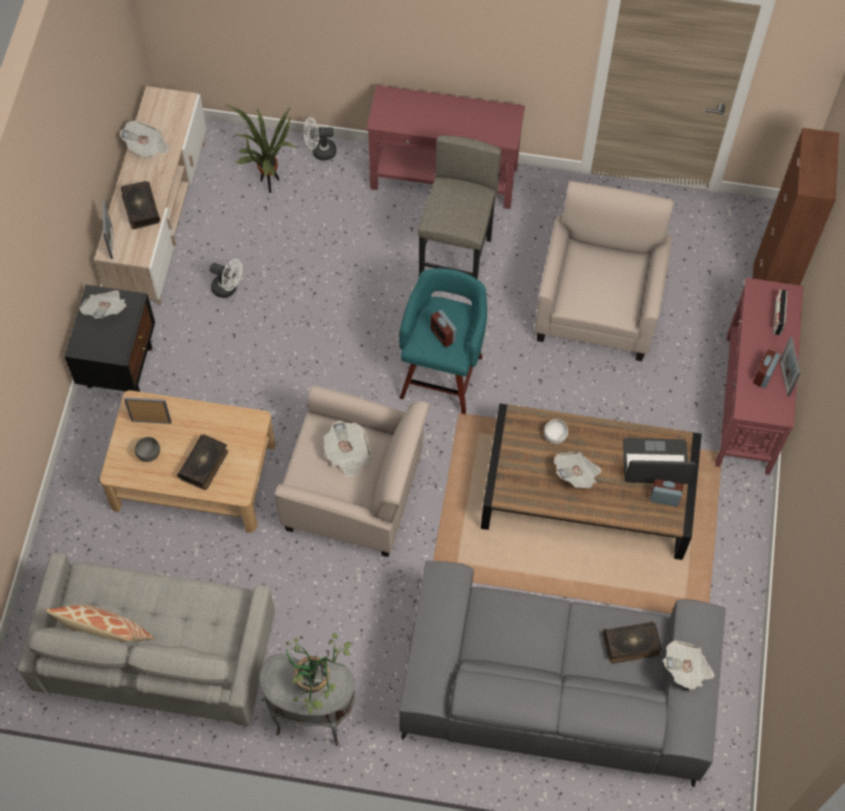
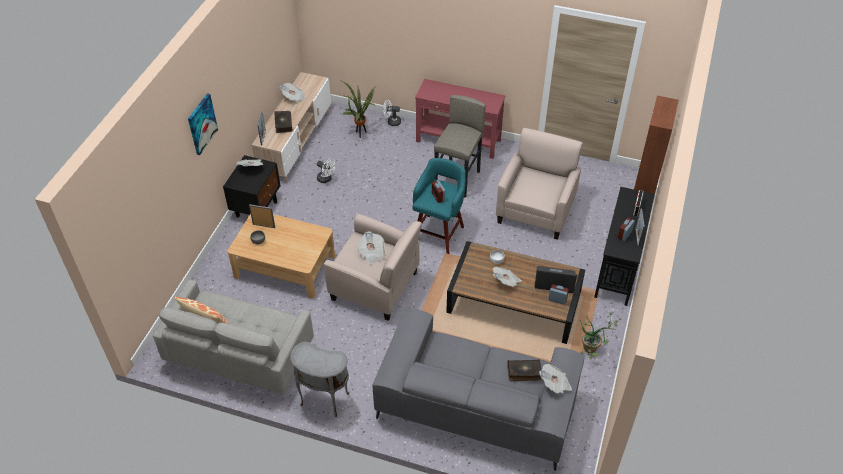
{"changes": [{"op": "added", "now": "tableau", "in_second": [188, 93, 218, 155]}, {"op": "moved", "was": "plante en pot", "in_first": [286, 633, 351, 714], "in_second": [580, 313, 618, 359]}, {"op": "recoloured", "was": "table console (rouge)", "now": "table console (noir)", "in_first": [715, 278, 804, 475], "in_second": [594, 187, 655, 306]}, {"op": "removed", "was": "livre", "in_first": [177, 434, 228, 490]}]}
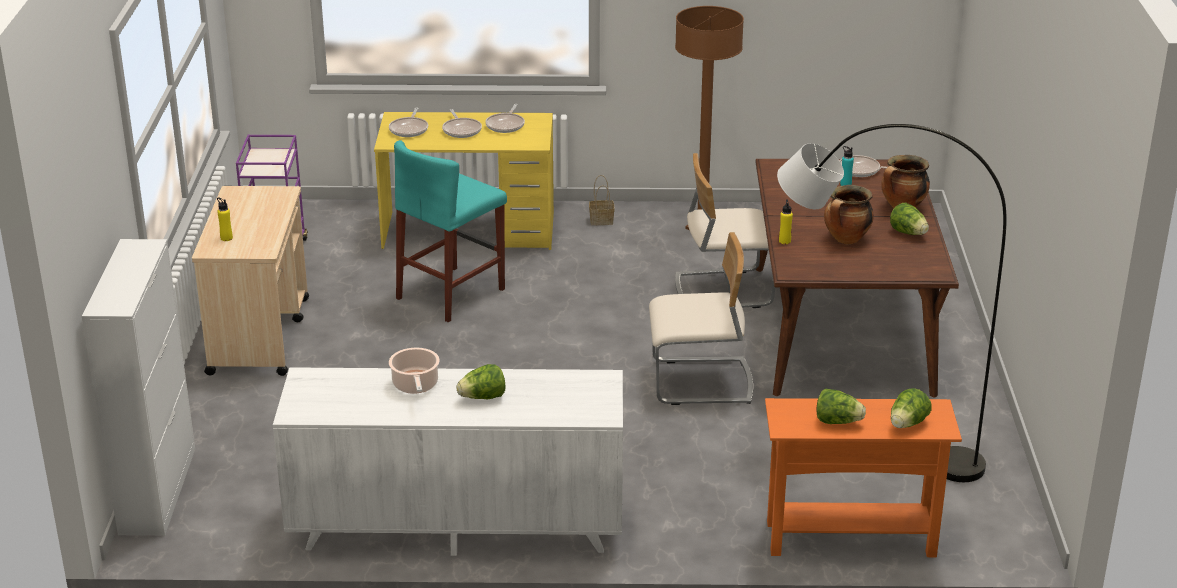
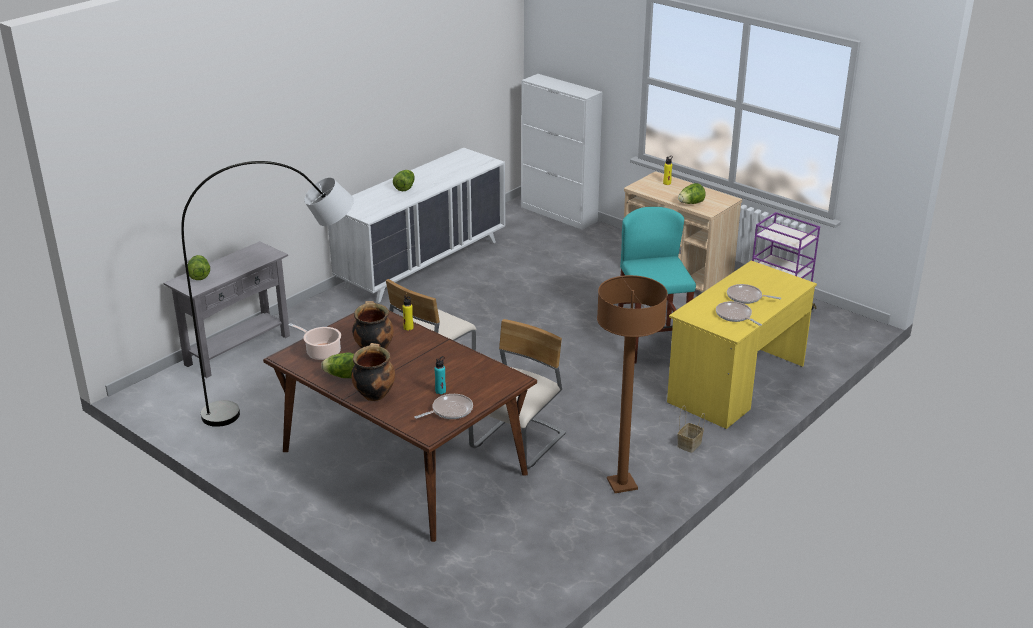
{"changes": [{"op": "recoloured", "was": "table console (orange)", "now": "table console (gris)", "in_first": [765, 398, 962, 557], "in_second": [163, 241, 290, 378]}, {"op": "moved", "was": "marmite", "in_first": [389, 348, 440, 394], "in_second": [288, 323, 341, 360]}, {"op": "moved", "was": "laitue", "in_first": [816, 389, 866, 424], "in_second": [678, 183, 706, 204]}, {"op": "removed", "was": "poêle", "in_first": [389, 107, 428, 137]}]}
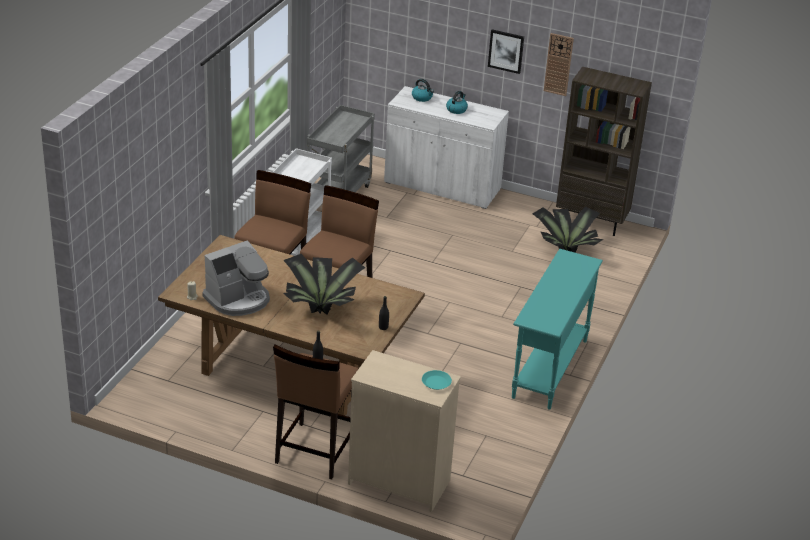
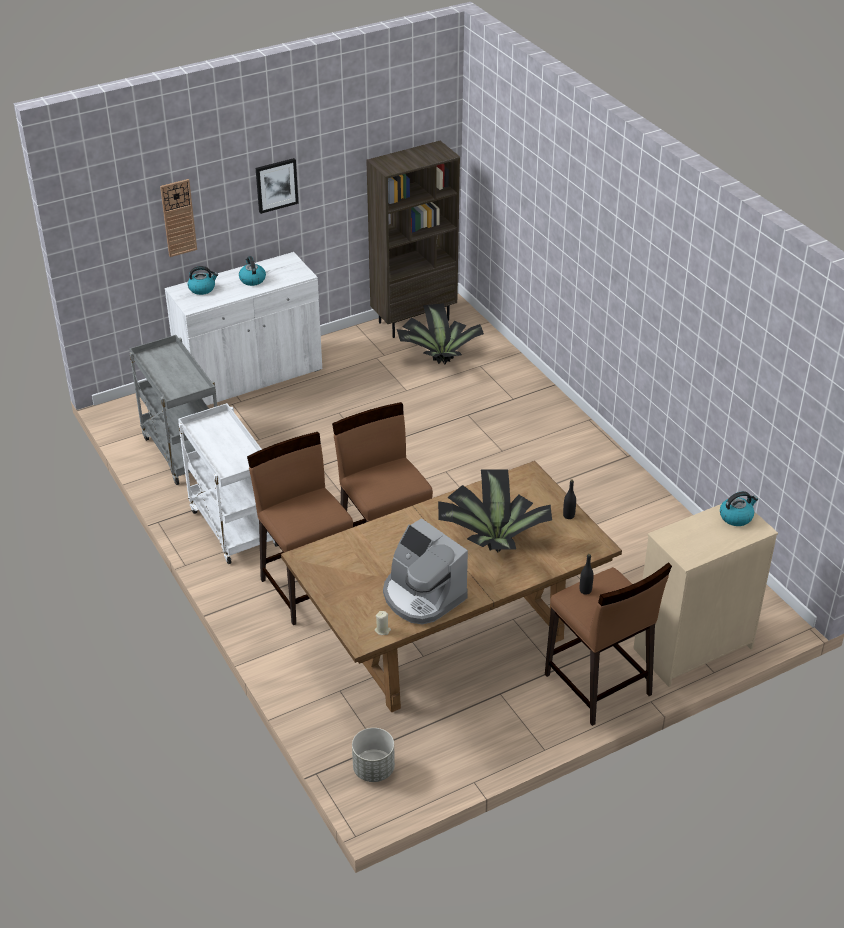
{"changes": [{"op": "moved", "was": "horloge murale", "in_first": [544, 33, 574, 96], "in_second": [160, 179, 197, 257]}, {"op": "added", "now": "cache-pot (gris)", "in_second": [352, 728, 395, 782]}, {"op": "turned", "was": "machine à café", "in_first": [202, 240, 270, 316], "in_second": [383, 518, 468, 625], "clockwise": 135}, {"op": "replaced", "was": "assiette (turquoise)", "now": "bouilloire", "in_first": [422, 370, 452, 390], "in_second": [720, 491, 758, 526]}, {"op": "removed", "was": "table console (turquoise)", "in_first": [512, 249, 603, 410]}]}
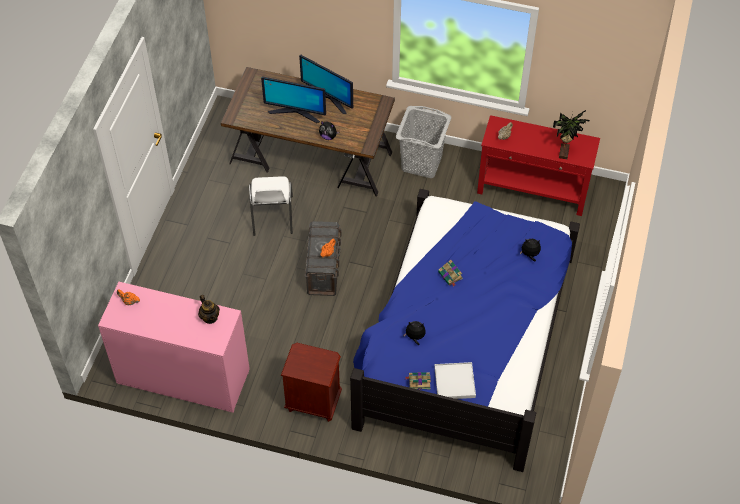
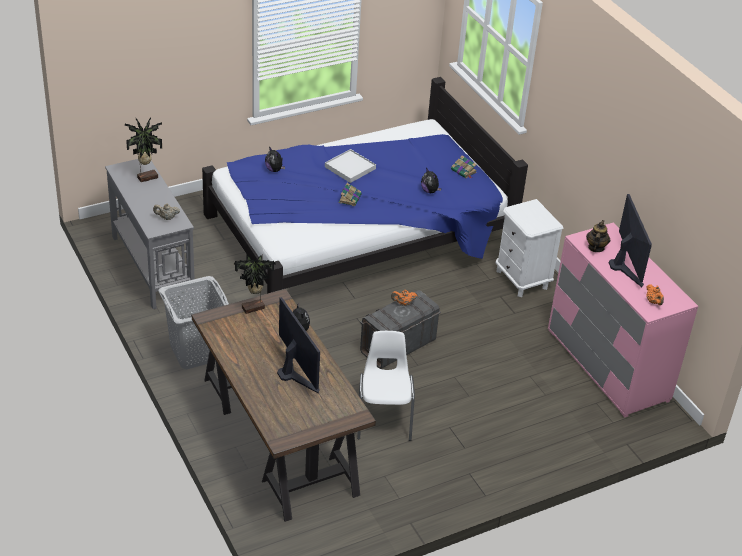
{"changes": [{"op": "recoloured", "was": "table console (rouge)", "now": "table console (gris)", "in_first": [477, 115, 600, 216], "in_second": [105, 159, 195, 309]}, {"op": "added", "now": "plante en pot", "in_second": [234, 254, 276, 314]}, {"op": "moved", "was": "plateau (blanc)", "in_first": [434, 362, 476, 399], "in_second": [325, 149, 376, 183]}, {"op": "turned", "was": "chaise (blanc)", "in_first": [249, 176, 293, 236], "in_second": [357, 331, 415, 441], "clockwise": -45}, {"op": "recoloured", "was": "table de chevet (marron)", "now": "table de chevet (blanc)", "in_first": [281, 343, 342, 422], "in_second": [496, 199, 564, 297]}, {"op": "moved", "was": "écran d'ordinateur", "in_first": [299, 54, 353, 114], "in_second": [609, 194, 652, 287]}]}
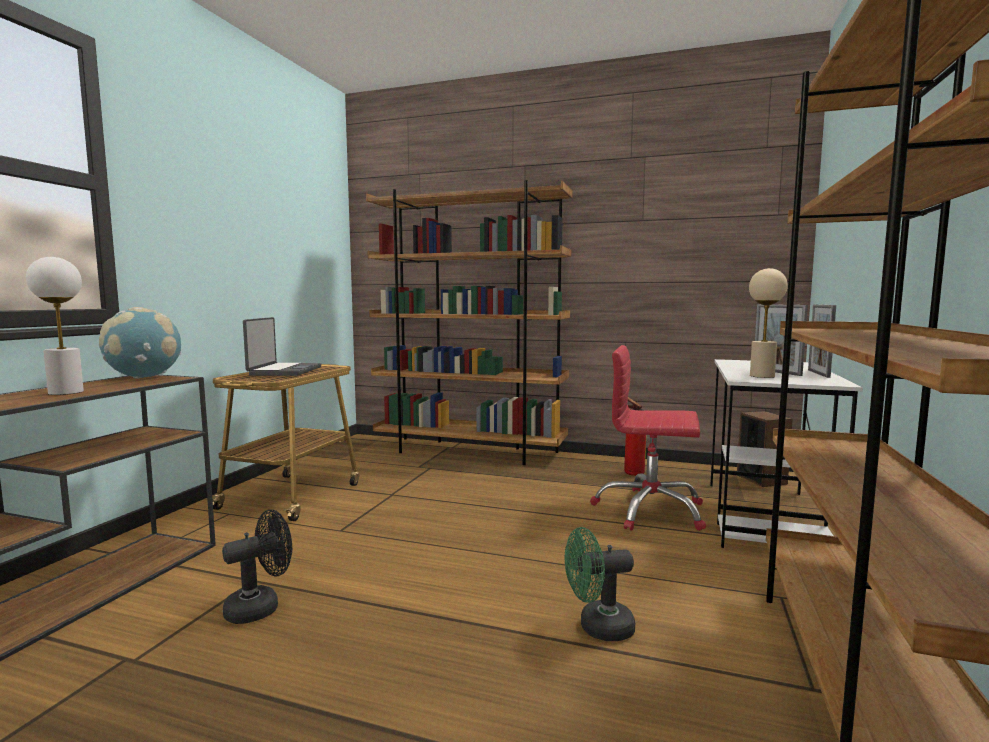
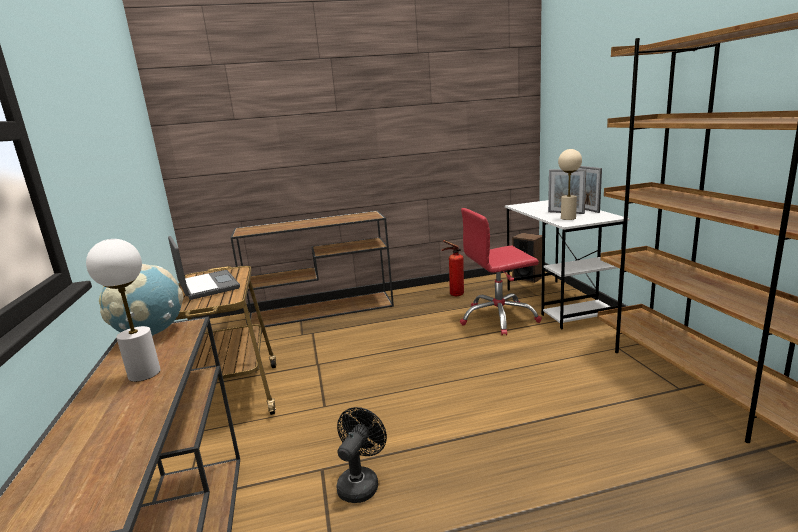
{"changes": [{"op": "replaced", "was": "bibliothèque (marron)", "now": "table console (marron)", "in_first": [366, 180, 572, 465], "in_second": [230, 211, 394, 327]}, {"op": "removed", "was": "ventilateur (vert)", "in_first": [565, 527, 635, 641]}]}
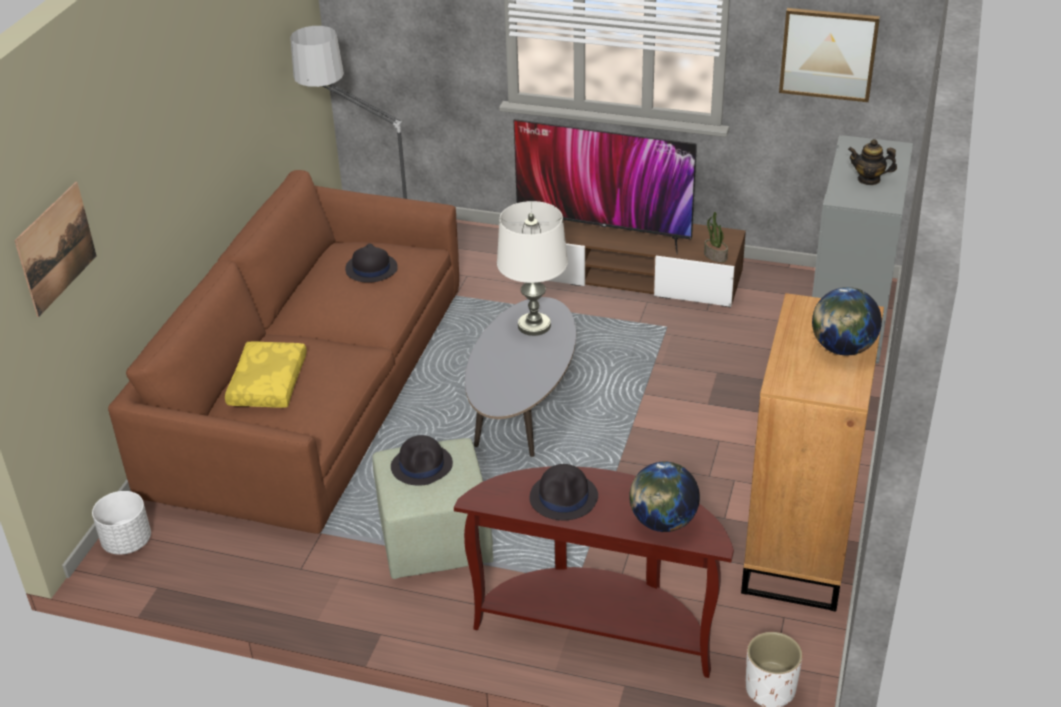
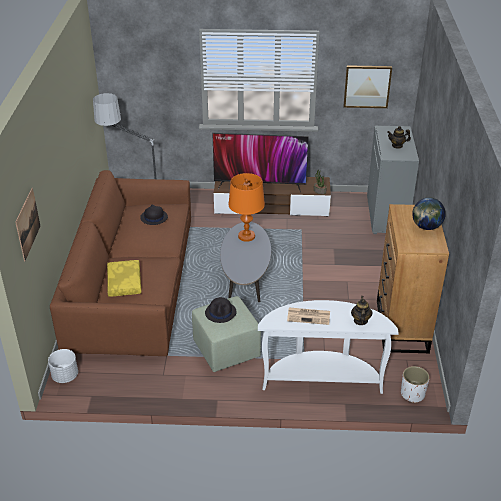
{"changes": [{"op": "recoloured", "was": "lampe de table (blanc)", "now": "lampe de table (orange)", "in_first": [497, 201, 568, 336], "in_second": [229, 173, 265, 242]}, {"op": "recoloured", "was": "table console (marron)", "now": "table console (blanc)", "in_first": [454, 466, 734, 678], "in_second": [258, 300, 399, 394]}, {"op": "replaced", "was": "chapeau (noir)", "now": "journal", "in_first": [530, 464, 598, 520], "in_second": [287, 307, 330, 325]}, {"op": "replaced", "was": "globe", "now": "théière", "in_first": [629, 461, 700, 532], "in_second": [351, 296, 373, 325]}]}
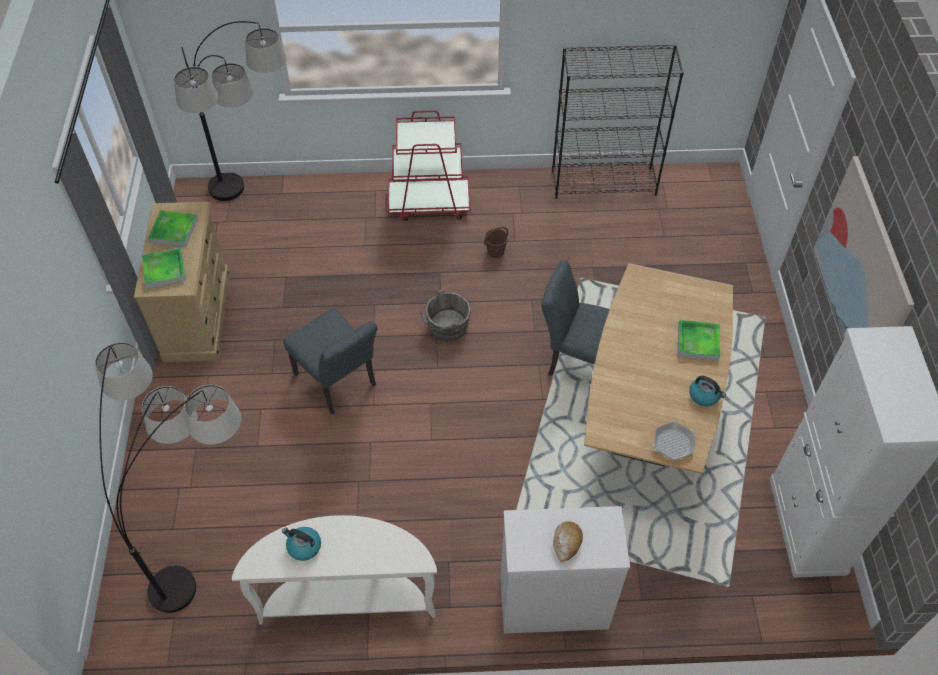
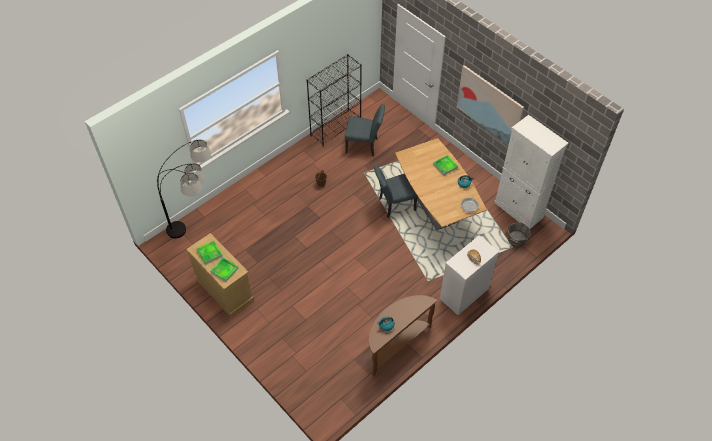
{"changes": [{"op": "moved", "was": "chaise (gris)", "in_first": [283, 308, 377, 414], "in_second": [345, 104, 385, 156]}, {"op": "recoloured", "was": "table console (blanc)", "now": "table console (marron)", "in_first": [232, 515, 437, 625], "in_second": [369, 295, 437, 376]}, {"op": "moved", "was": "seau (gris)", "in_first": [420, 290, 471, 341], "in_second": [506, 222, 531, 247]}, {"op": "removed", "was": "lampadaire", "in_first": [95, 342, 241, 613]}, {"op": "removed", "was": "chariot (rouge)", "in_first": [388, 110, 471, 221]}]}
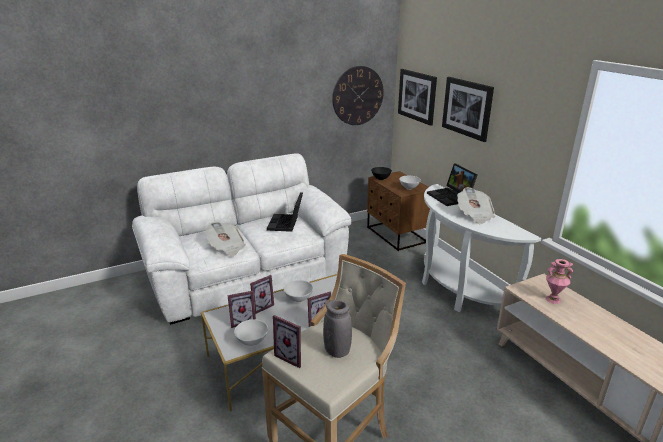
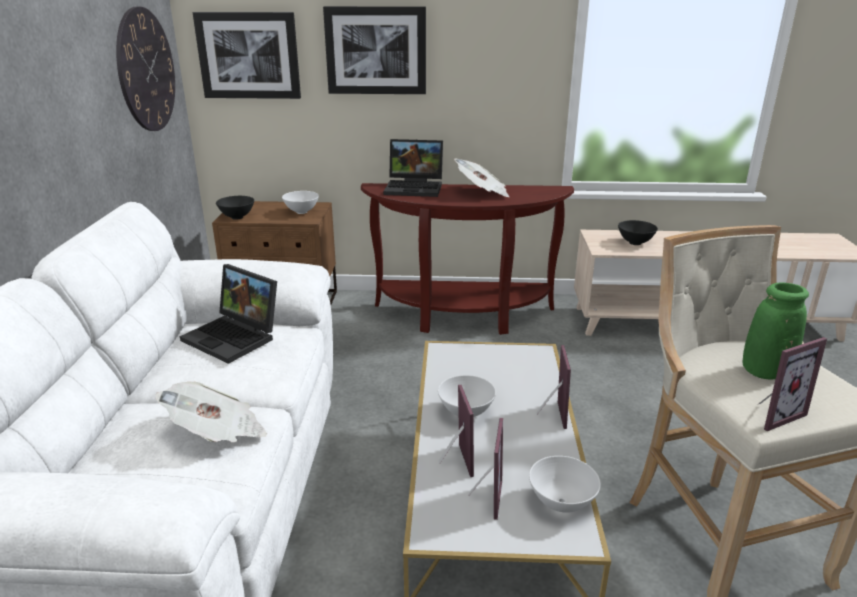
{"changes": [{"op": "recoloured", "was": "table console (blanc)", "now": "table console (marron)", "in_first": [422, 184, 541, 312], "in_second": [361, 183, 574, 335]}, {"op": "replaced", "was": "vase (rose)", "now": "bol (noir)", "in_first": [546, 259, 573, 304], "in_second": [618, 220, 658, 245]}, {"op": "recoloured", "was": "vase (gris)", "now": "vase (vert)", "in_first": [323, 300, 352, 358], "in_second": [743, 282, 809, 380]}]}
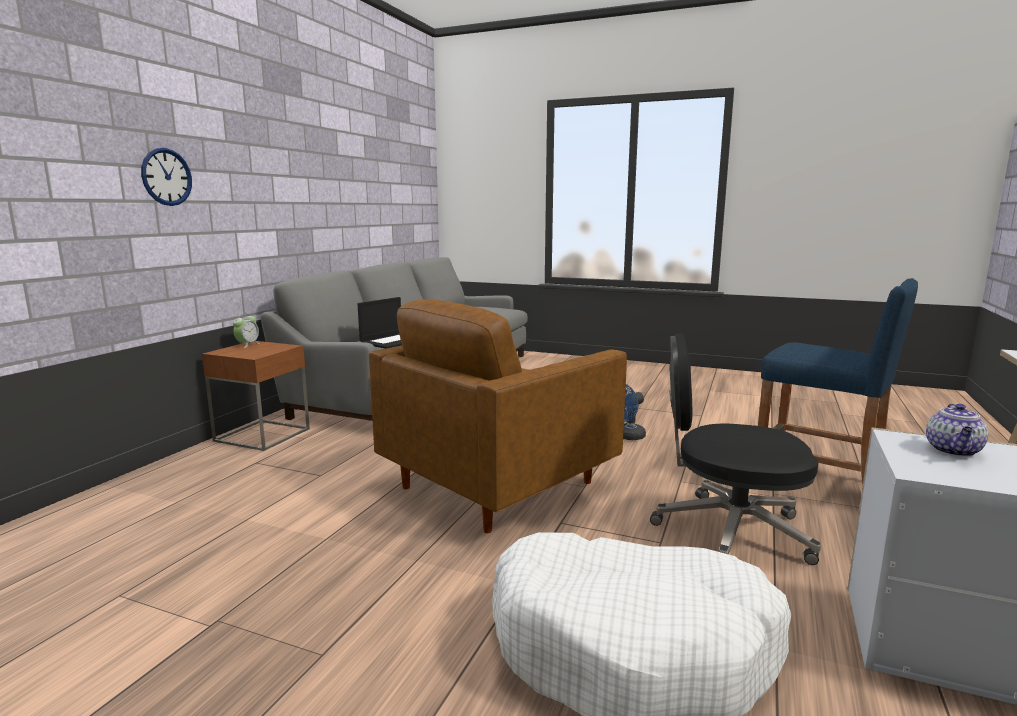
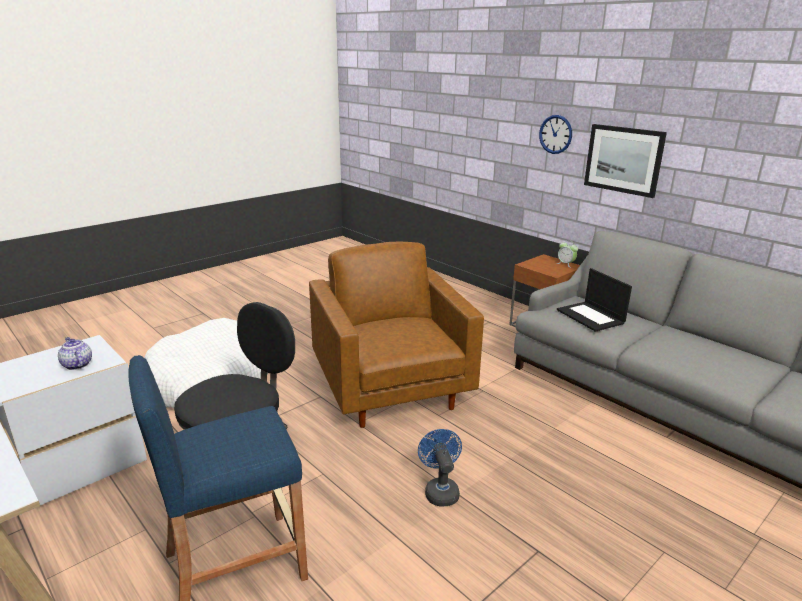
{"changes": [{"op": "added", "now": "tableau", "in_second": [584, 124, 667, 198]}]}
